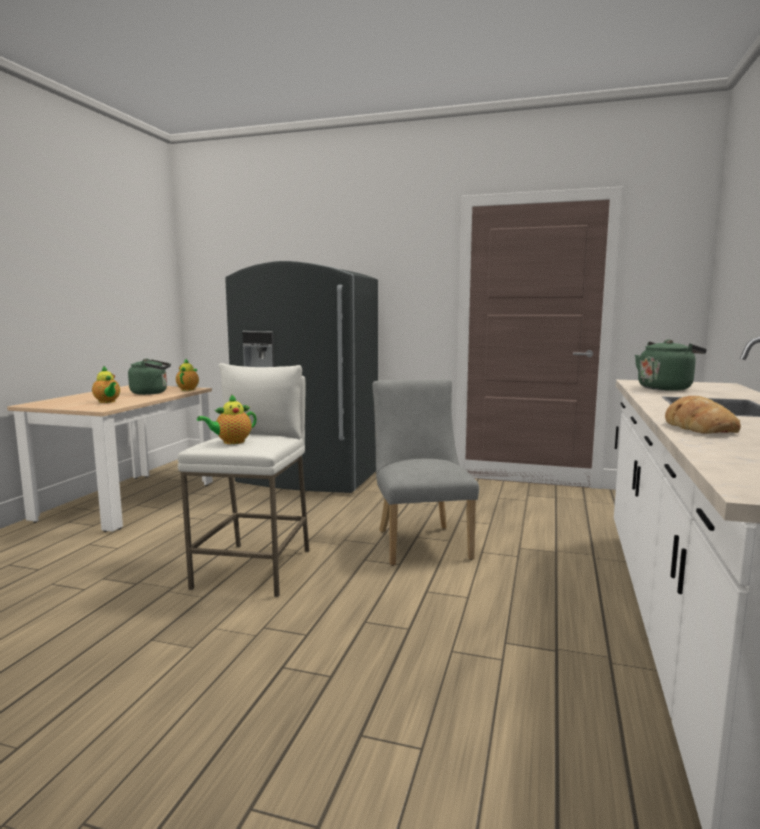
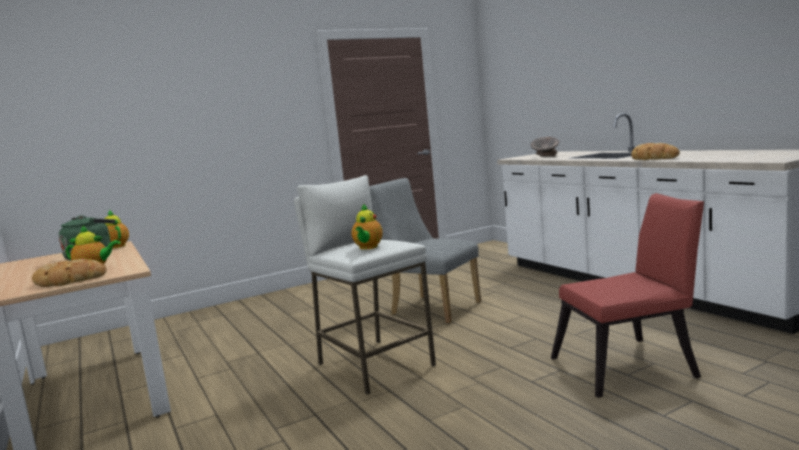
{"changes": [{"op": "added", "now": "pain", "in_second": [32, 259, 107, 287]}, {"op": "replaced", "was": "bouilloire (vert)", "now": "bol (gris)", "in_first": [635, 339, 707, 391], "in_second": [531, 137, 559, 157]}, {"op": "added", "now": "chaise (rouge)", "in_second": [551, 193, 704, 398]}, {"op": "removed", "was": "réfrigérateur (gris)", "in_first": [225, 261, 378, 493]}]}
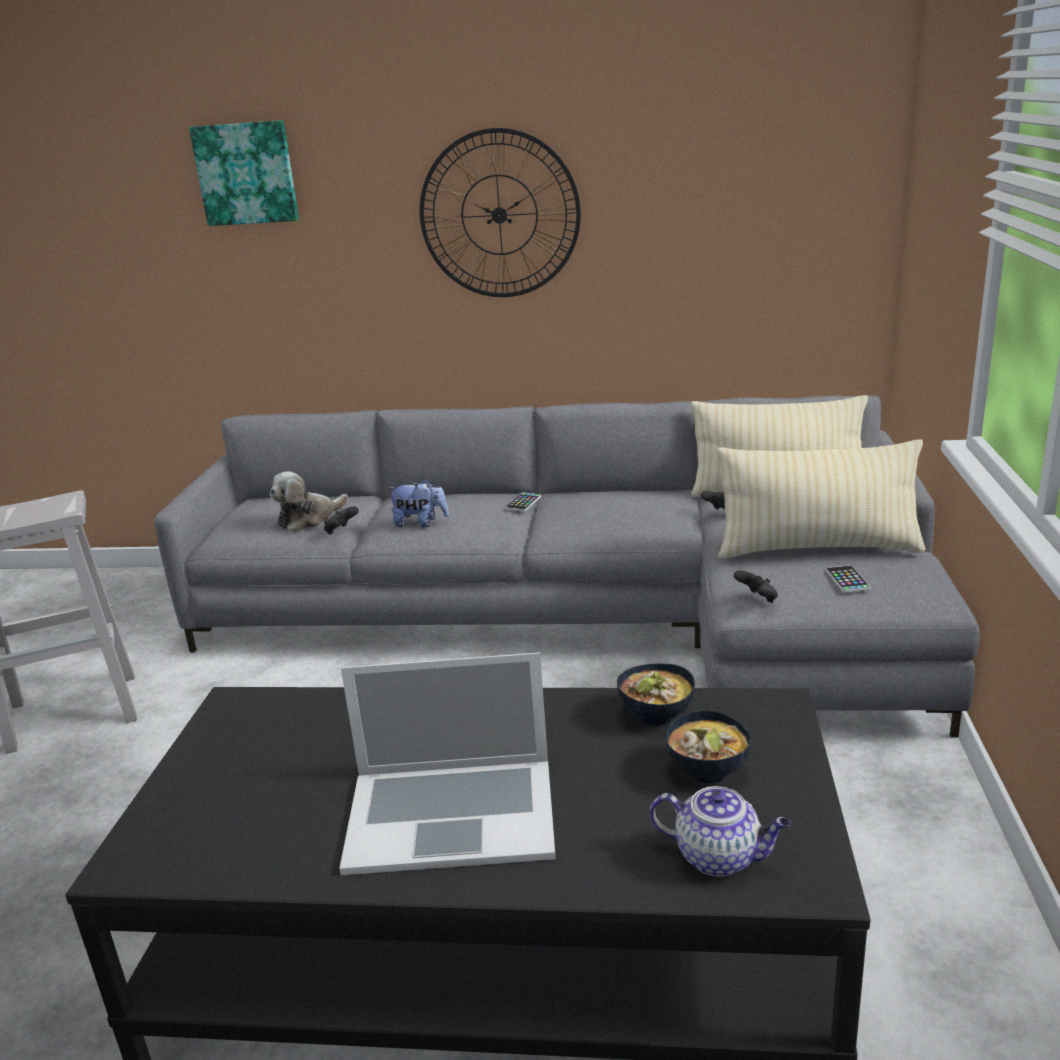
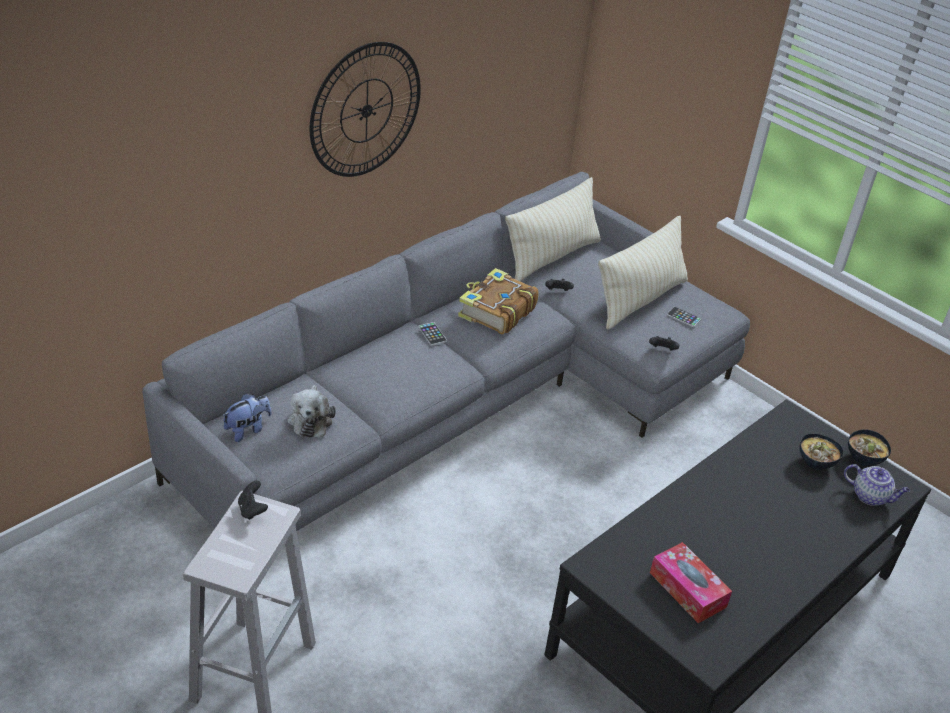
{"changes": [{"op": "moved", "was": "peluche", "in_first": [387, 478, 449, 527], "in_second": [222, 394, 271, 442]}, {"op": "moved", "was": "manette (noir)", "in_first": [324, 507, 359, 535], "in_second": [238, 481, 268, 520]}, {"op": "added", "now": "livre", "in_second": [458, 268, 539, 334]}, {"op": "added", "now": "boîte à mouchoirs", "in_second": [650, 542, 732, 623]}, {"op": "turned", "was": "théière", "in_first": [650, 786, 790, 877], "in_second": [844, 464, 910, 506], "clockwise": 60}, {"op": "moved", "was": "bol", "in_first": [617, 663, 695, 726], "in_second": [848, 429, 891, 466]}, {"op": "removed", "was": "tableau", "in_first": [189, 120, 299, 226]}, {"op": "removed", "was": "ordinateur portable", "in_first": [339, 652, 556, 875]}]}
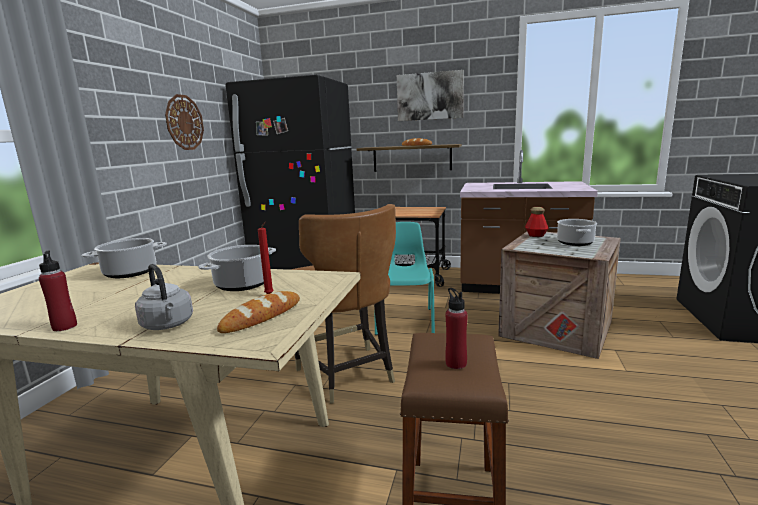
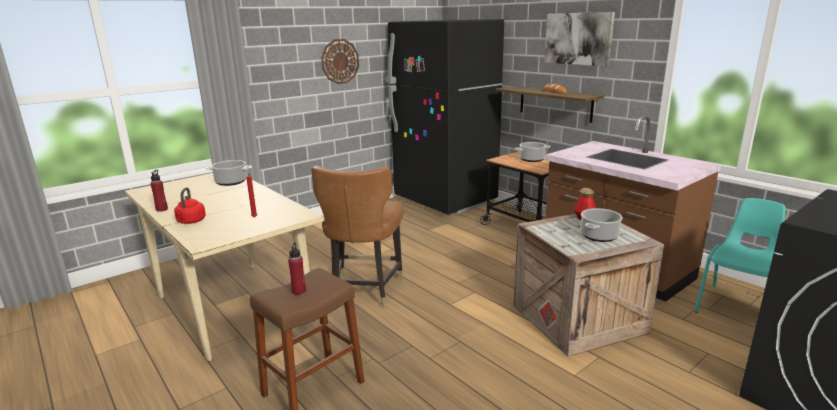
{"changes": [{"op": "recoloured", "was": "bouilloire (gris)", "now": "bouilloire (rouge)", "in_first": [135, 264, 193, 330], "in_second": [174, 187, 206, 224]}, {"op": "moved", "was": "marmite", "in_first": [198, 245, 276, 291], "in_second": [515, 142, 550, 162]}, {"op": "moved", "was": "chaise (turquoise)", "in_first": [374, 222, 435, 335], "in_second": [694, 198, 786, 313]}, {"op": "removed", "was": "pain", "in_first": [217, 291, 300, 333]}]}
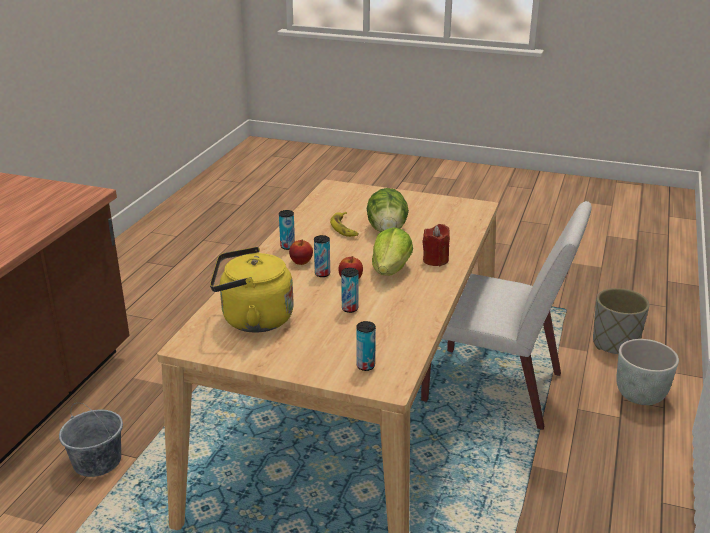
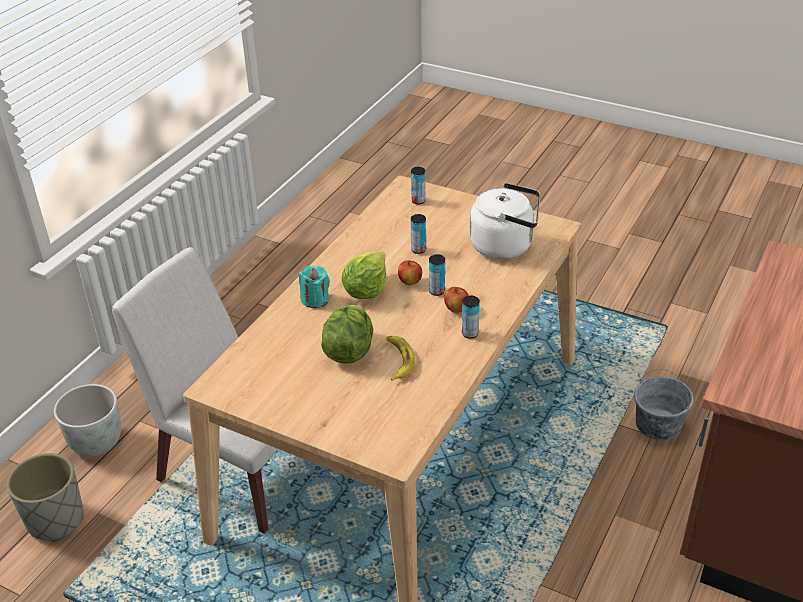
{"changes": [{"op": "recoloured", "was": "bougie (rouge)", "now": "bougie (turquoise)", "in_first": [422, 224, 450, 266], "in_second": [299, 266, 330, 308]}, {"op": "recoloured", "was": "bouilloire (jaune)", "now": "bouilloire (blanc)", "in_first": [210, 247, 294, 333], "in_second": [470, 183, 540, 259]}]}
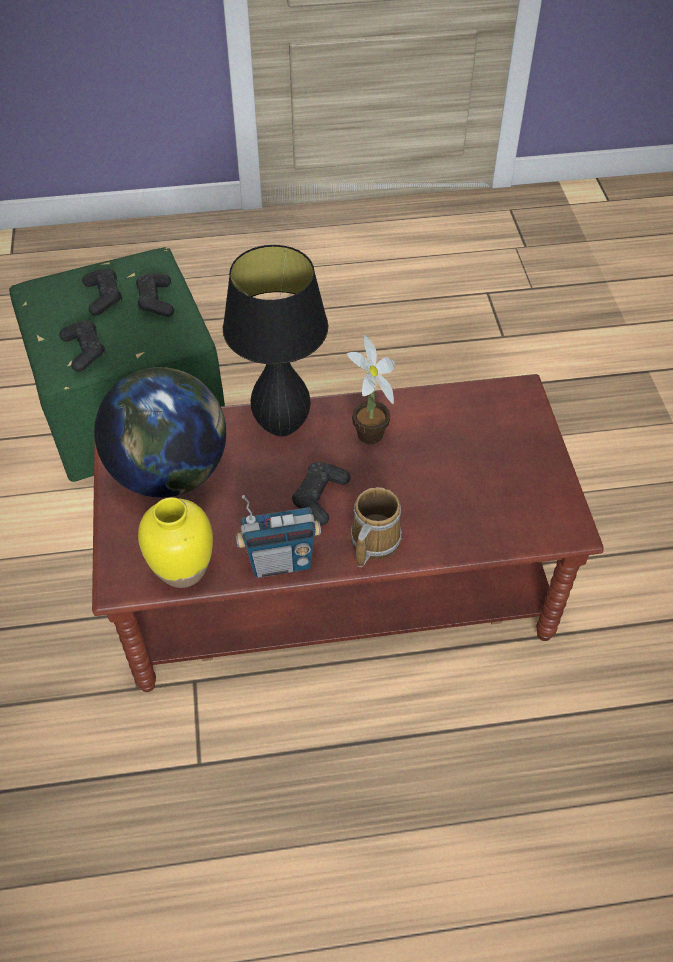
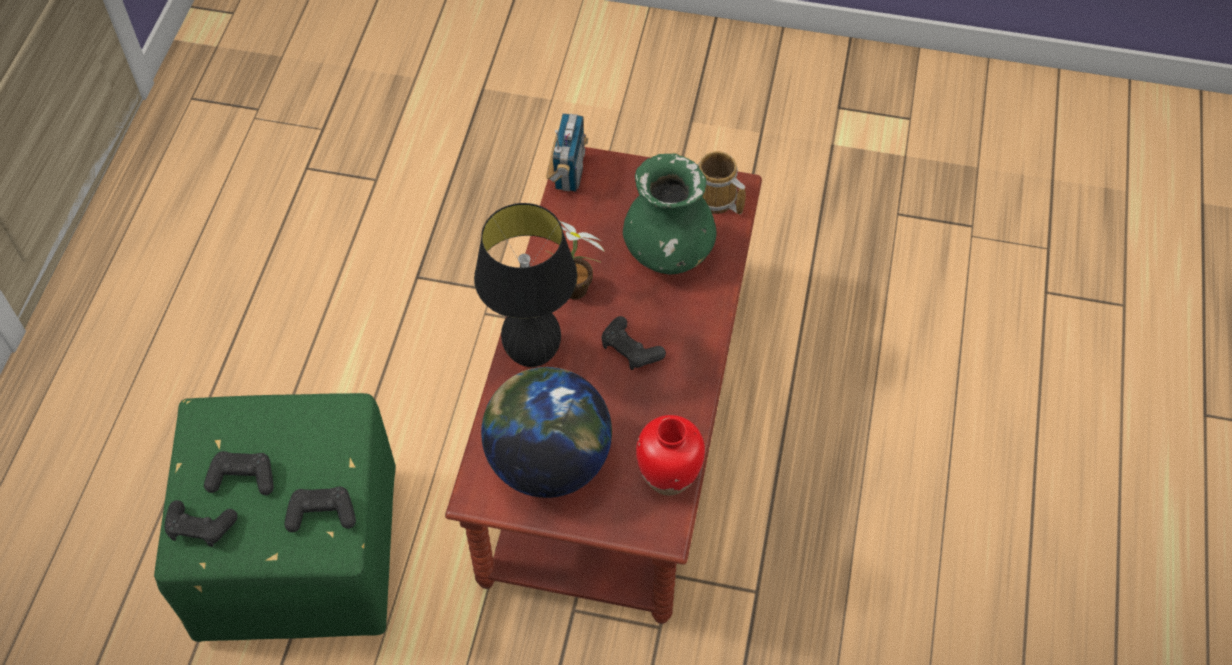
{"changes": [{"op": "moved", "was": "manette (noir)", "in_first": [136, 274, 174, 317], "in_second": [164, 500, 238, 547]}, {"op": "moved", "was": "radio", "in_first": [236, 495, 321, 578], "in_second": [546, 113, 588, 191]}, {"op": "added", "now": "vase (vert)", "in_second": [623, 153, 717, 275]}, {"op": "recoloured", "was": "vase (jaune)", "now": "vase (rouge)", "in_first": [138, 497, 213, 588], "in_second": [636, 415, 705, 495]}, {"op": "moved", "was": "mug", "in_first": [350, 487, 402, 567], "in_second": [698, 151, 746, 214]}]}
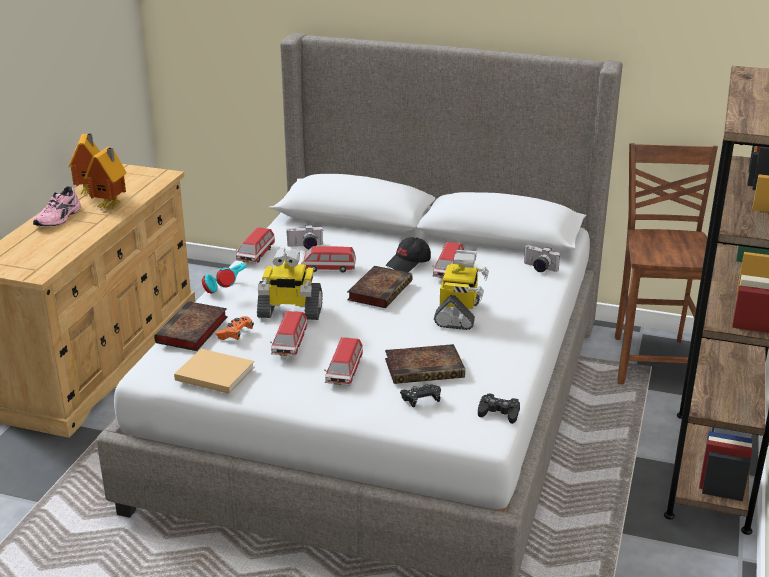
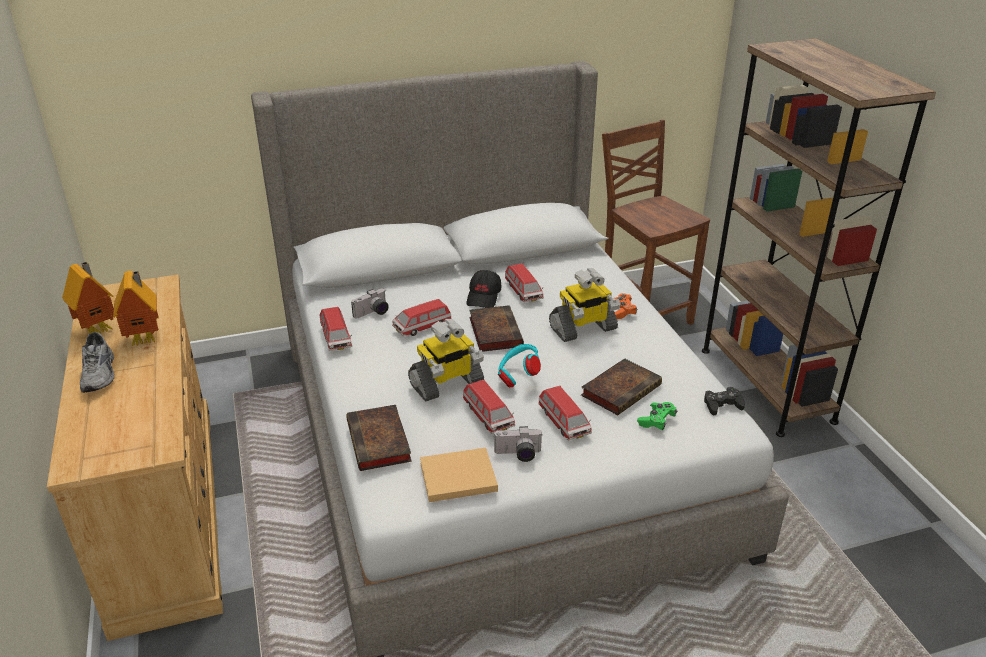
{"changes": [{"op": "recoloured", "was": "chaussure (rose)", "now": "chaussure (gris)", "in_first": [33, 187, 81, 226], "in_second": [80, 332, 115, 393]}, {"op": "moved", "was": "appareil photo", "in_first": [524, 245, 560, 272], "in_second": [494, 426, 542, 462]}, {"op": "moved", "was": "casque audio (turquoise)", "in_first": [202, 263, 246, 294], "in_second": [498, 344, 541, 388]}, {"op": "turned", "was": "robot jouet", "in_first": [434, 250, 489, 330], "in_second": [549, 268, 620, 342], "clockwise": 90}, {"op": "moved", "was": "manette (orange)", "in_first": [216, 316, 254, 340], "in_second": [613, 293, 637, 319]}, {"op": "recoloured", "was": "manette (noir)", "now": "manette (vert)", "in_first": [400, 384, 441, 407], "in_second": [637, 402, 678, 430]}]}
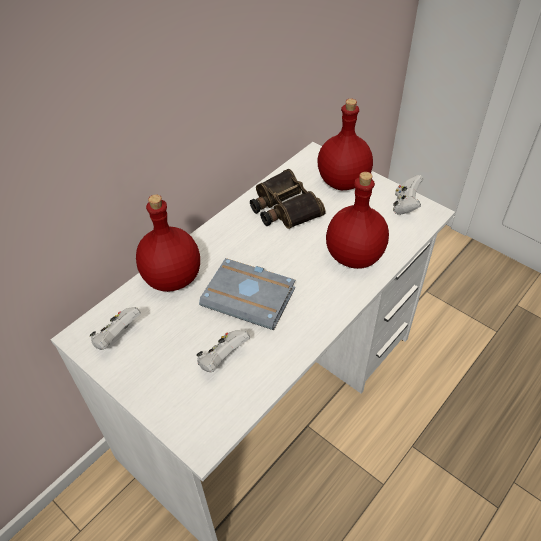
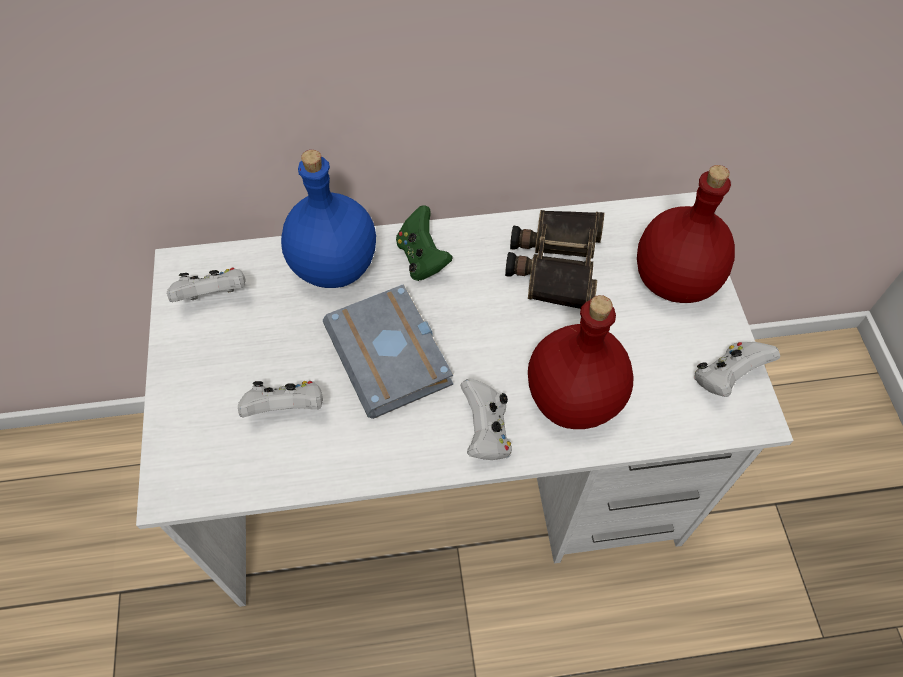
{"changes": [{"op": "recoloured", "was": "bouteille (rouge)", "now": "bouteille (bleu)", "in_first": [136, 194, 200, 292], "in_second": [281, 150, 376, 288]}, {"op": "added", "now": "manette (vert)", "in_second": [396, 205, 453, 281]}, {"op": "added", "now": "manette (blanc)", "in_second": [460, 378, 512, 460]}]}
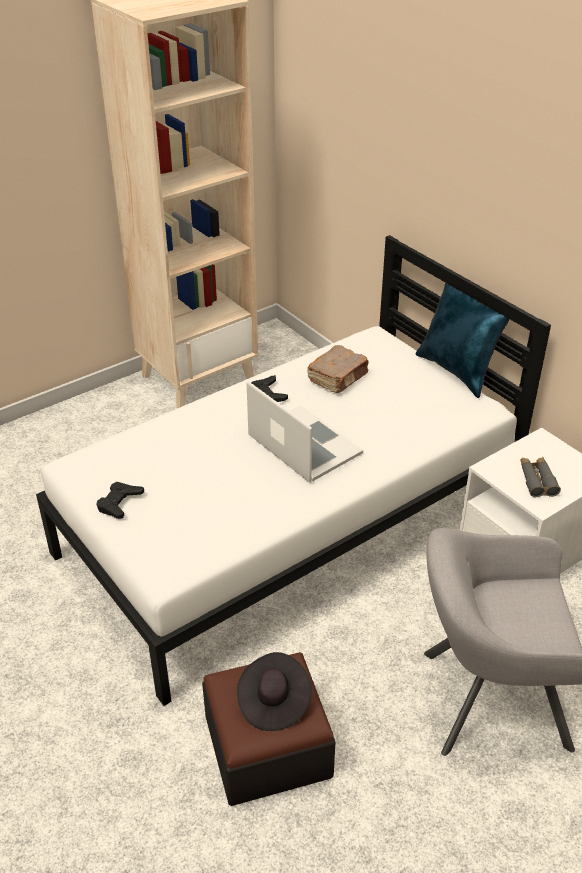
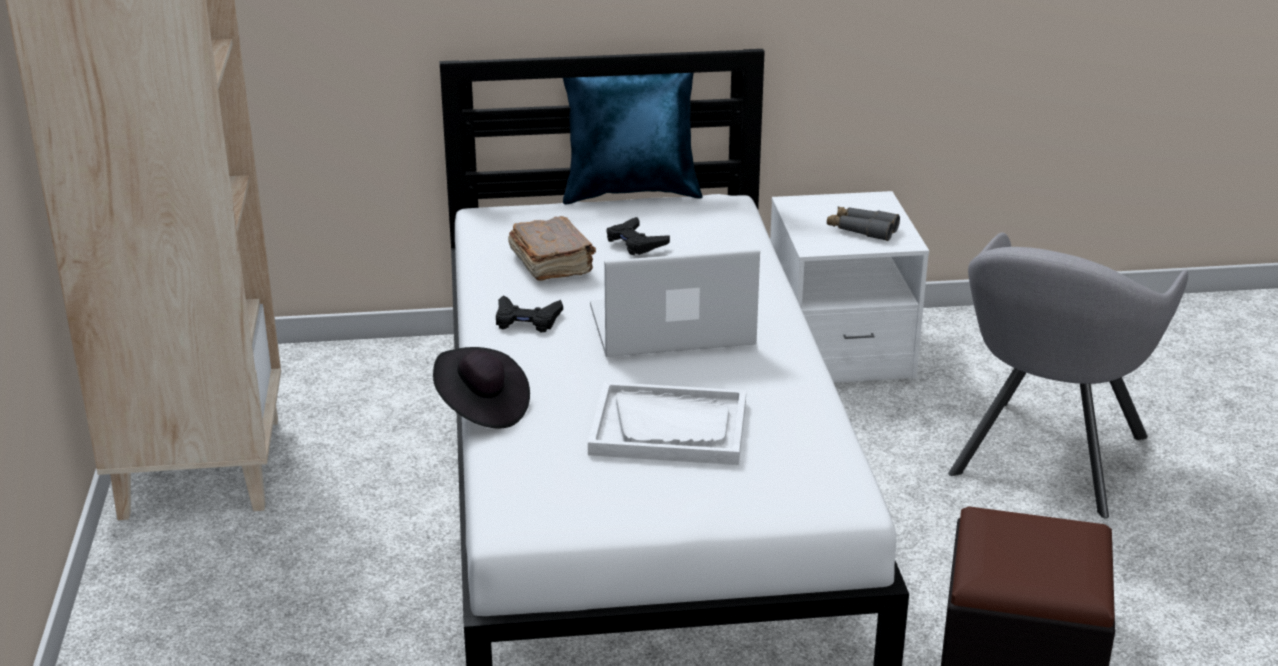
{"changes": [{"op": "moved", "was": "chapeau (noir)", "in_first": [237, 652, 312, 731], "in_second": [433, 347, 530, 428]}, {"op": "added", "now": "plateau (blanc)", "in_second": [588, 382, 746, 465]}, {"op": "moved", "was": "manette (noir)", "in_first": [97, 482, 144, 519], "in_second": [606, 217, 670, 255]}]}
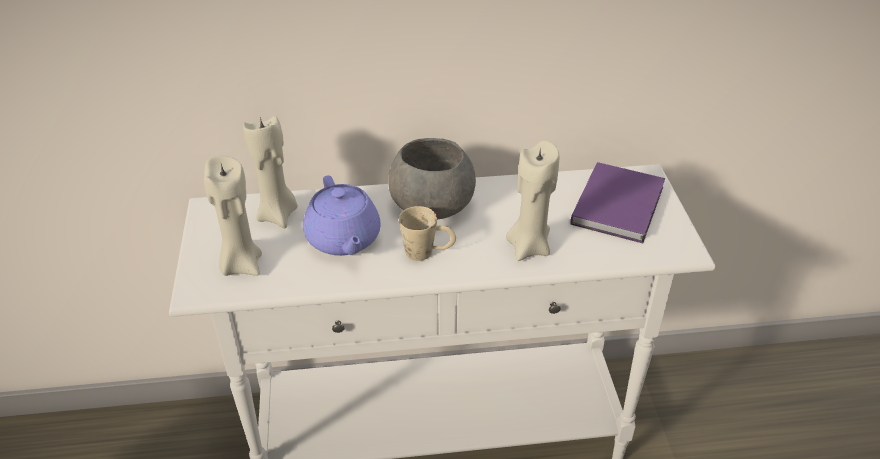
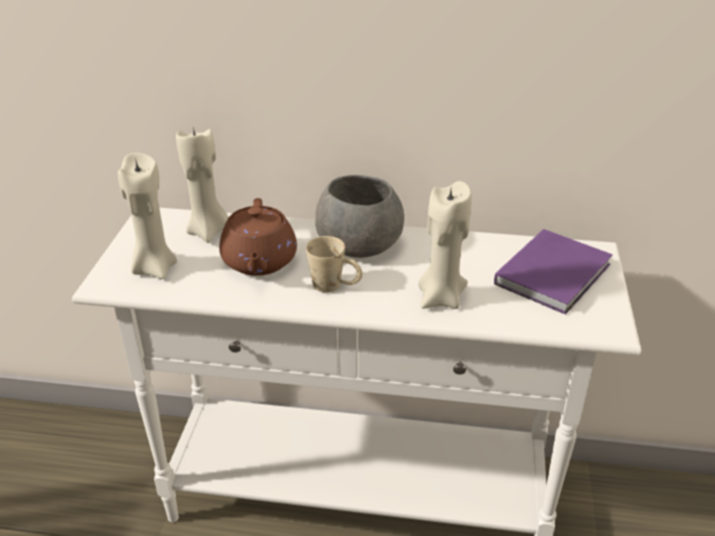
{"changes": [{"op": "recoloured", "was": "théière (violet)", "now": "théière (marron)", "in_first": [303, 175, 381, 256], "in_second": [219, 198, 297, 276]}]}
